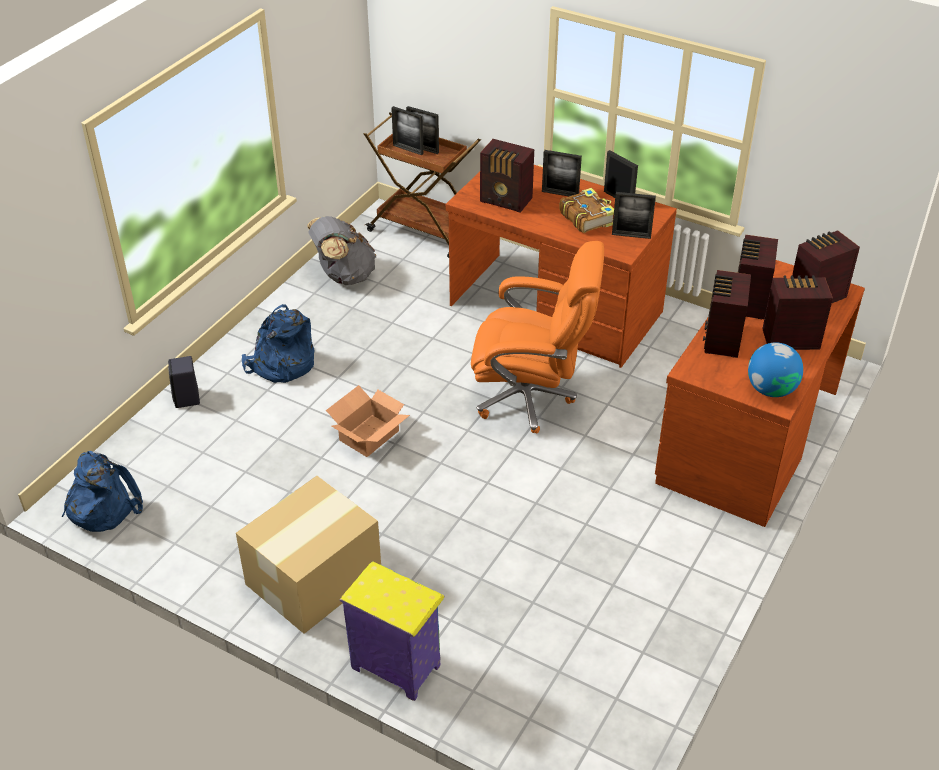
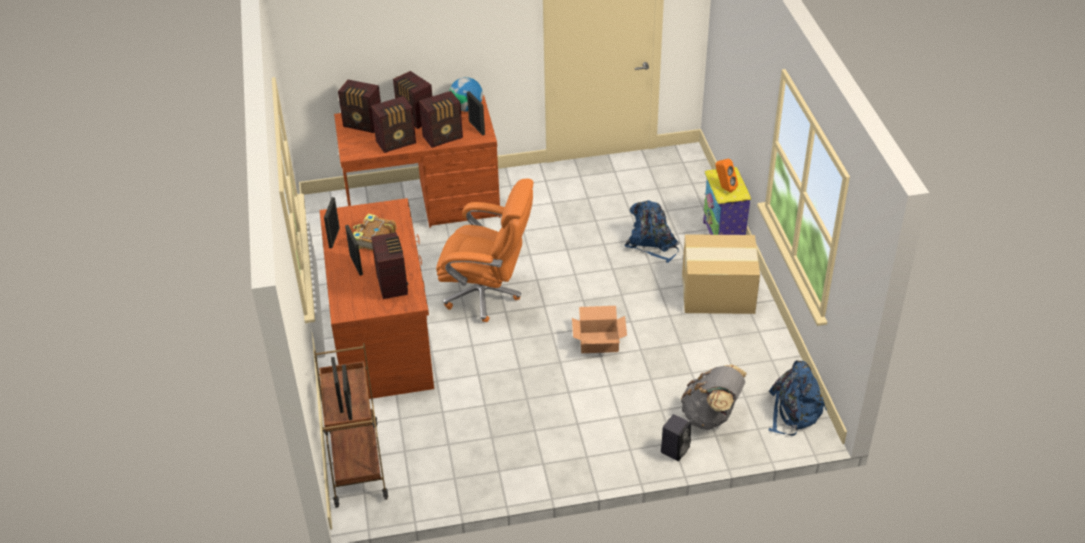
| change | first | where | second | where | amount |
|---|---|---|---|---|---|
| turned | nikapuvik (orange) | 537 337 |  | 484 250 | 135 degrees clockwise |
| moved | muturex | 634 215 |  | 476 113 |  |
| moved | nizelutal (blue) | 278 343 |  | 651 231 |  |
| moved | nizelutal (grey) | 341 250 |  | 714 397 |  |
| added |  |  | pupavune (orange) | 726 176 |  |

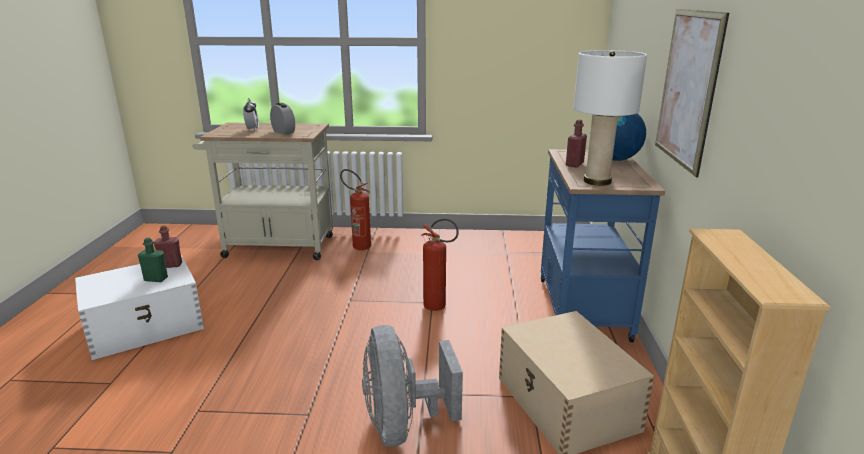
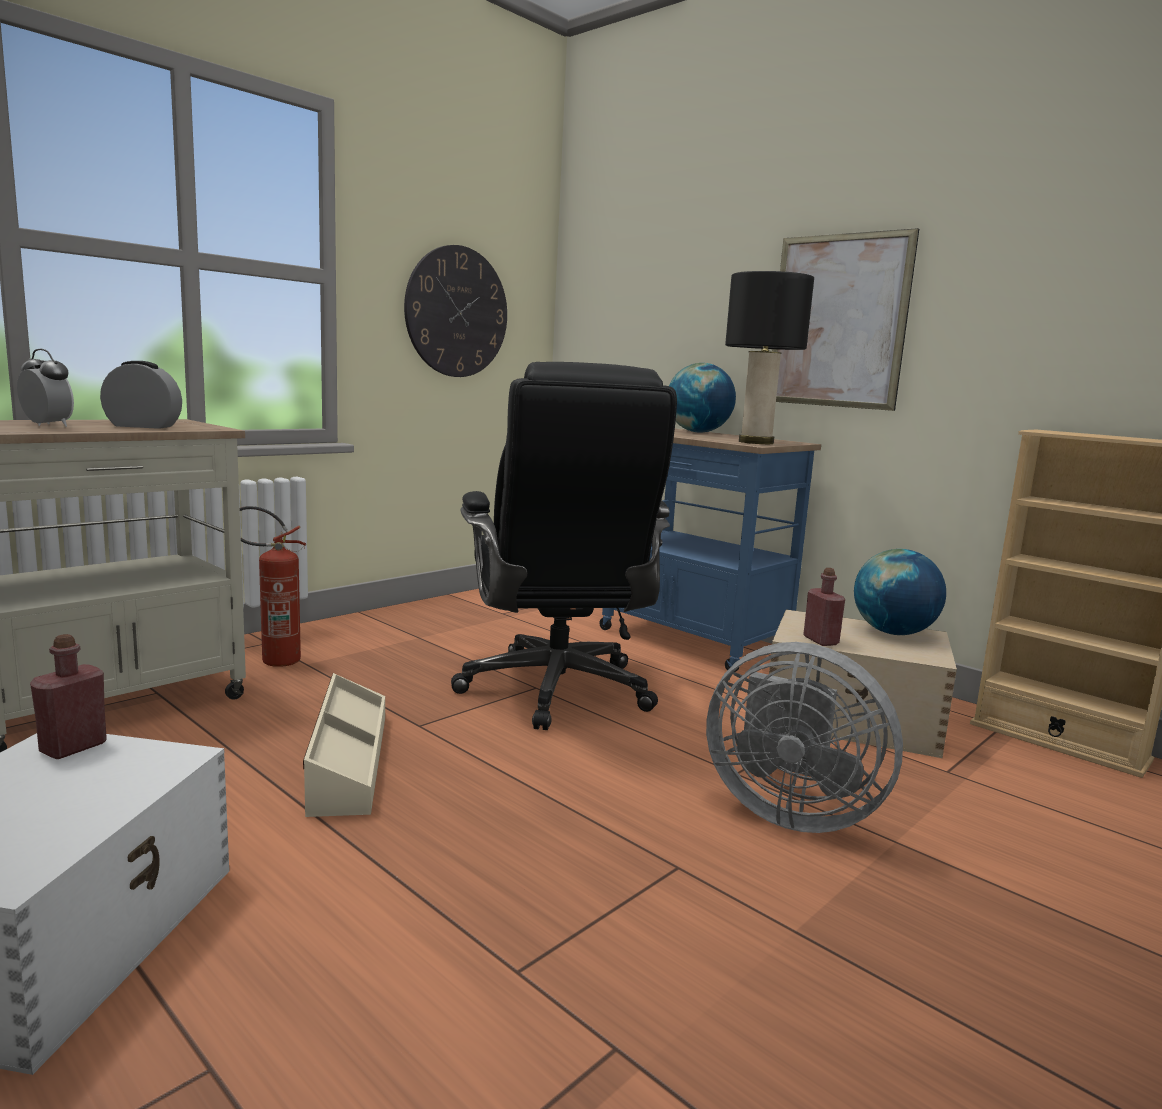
| change | first | where | second | where | amount |
|---|---|---|---|---|---|
| added |  |  | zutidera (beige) | 344 745 |  |
| added |  |  | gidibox | 455 311 |  |
| replaced | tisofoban | 440 264 | nikapuvik (black) | 564 546 |  |
| recoloured | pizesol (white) | 610 118 | pizesol (black) | 769 357 |  |
| moved | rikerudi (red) | 576 143 |  | 824 607 |  |
| added |  |  | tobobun | 900 592 |  |
| removed | rikerudi (green) | 153 260 |  |  |  |

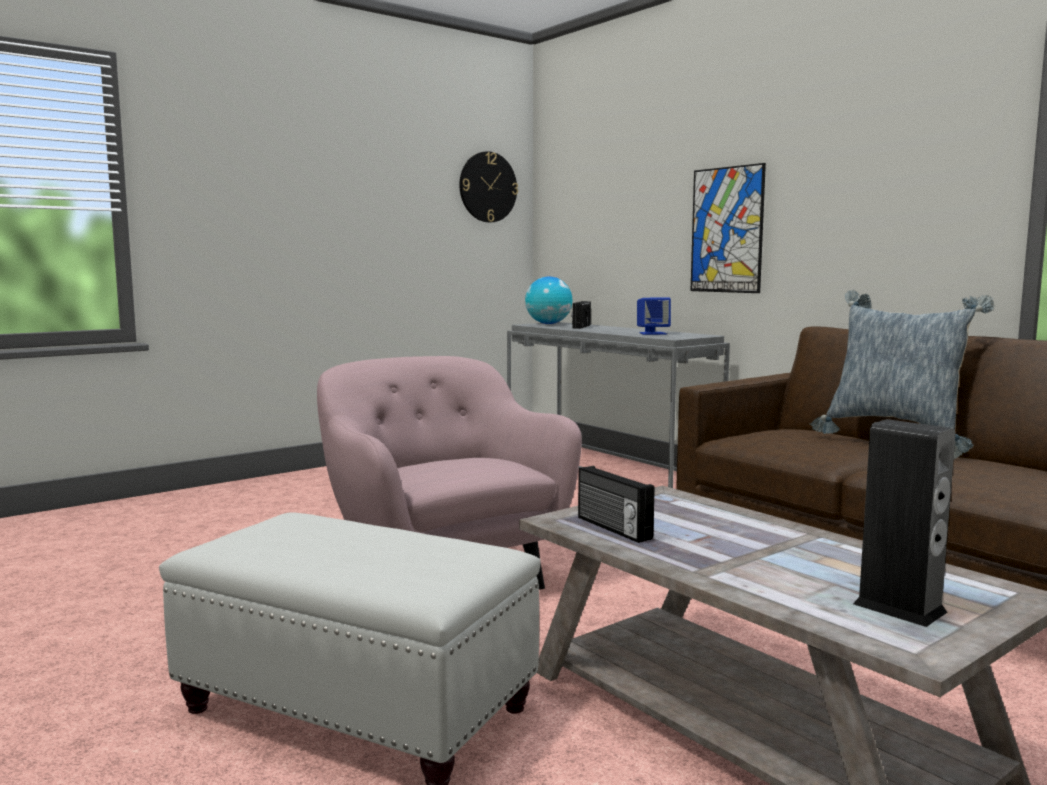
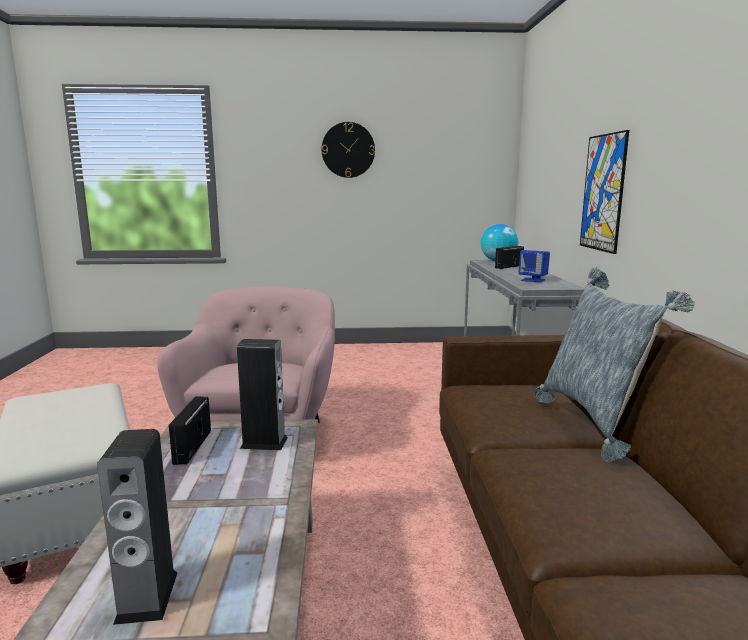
| change | first | where | second | where | amount |
|---|---|---|---|---|---|
| added |  |  | pupavune | 262 394 |  |
| moved | gidibox | 488 187 |  | 348 150 |  |

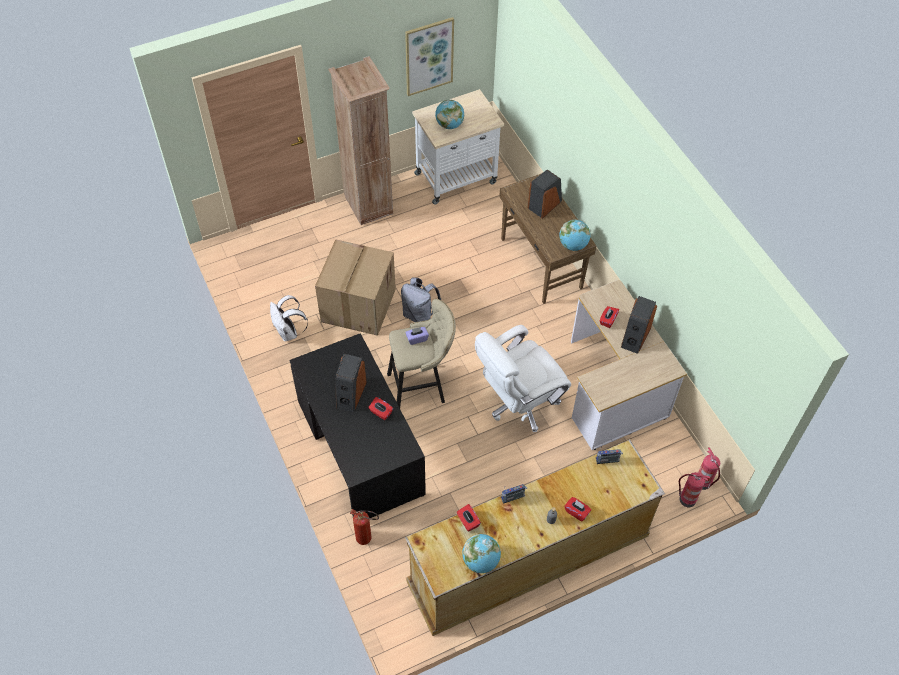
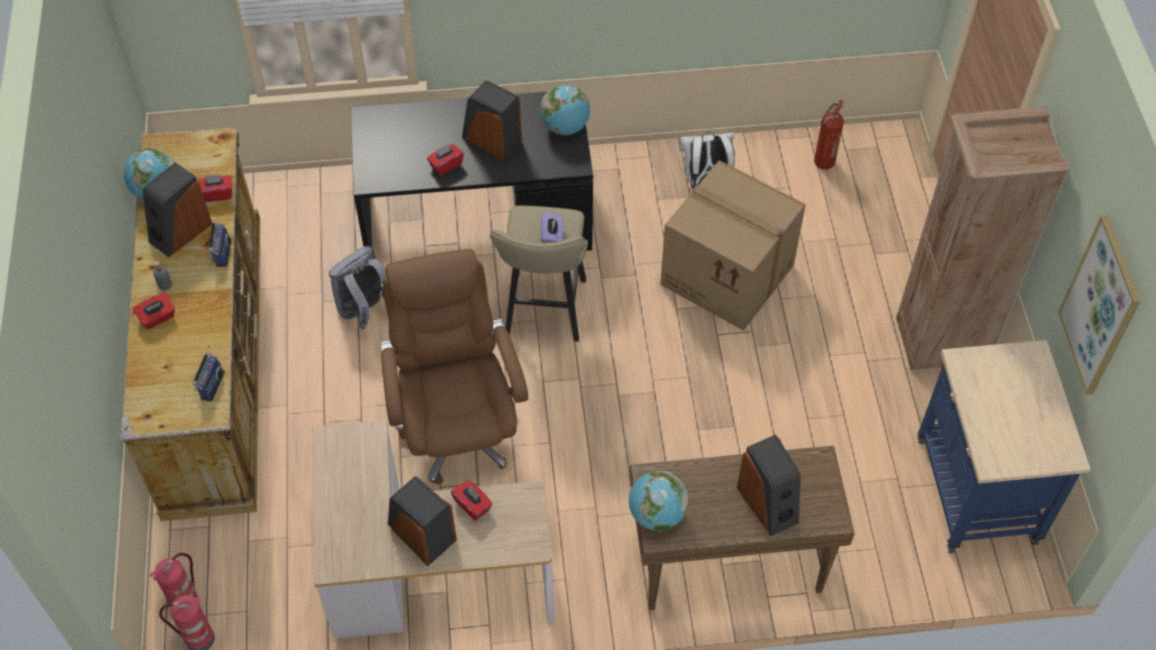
| change | first | where | second | where | amount |
|---|---|---|---|---|---|
| added |  |  | pupavune | 177 209 |  |
| moved | nizelutal (grey) | 421 300 |  | 357 288 |  |
| recoloured | nikapuvik (white) | 523 378 | nikapuvik (brown) | 454 366 |  |
| moved | tobobun | 449 114 |  | 565 110 |  |
| moved | tisofoban | 364 527 |  | 829 134 |  |
| recoloured | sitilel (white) | 458 147 | sitilel (blue) | 1004 446 |  |

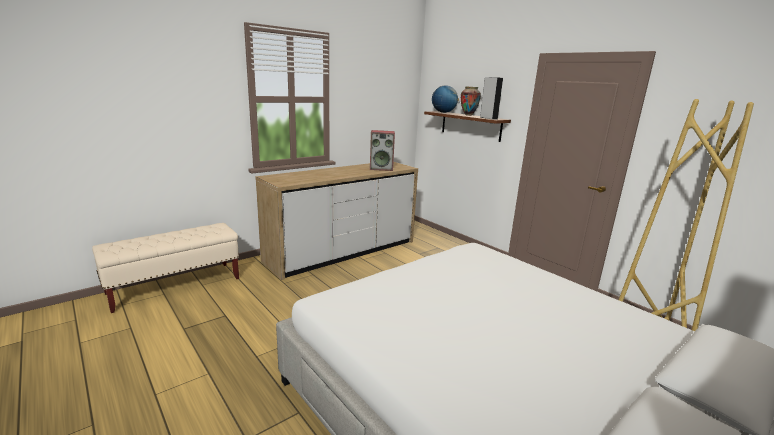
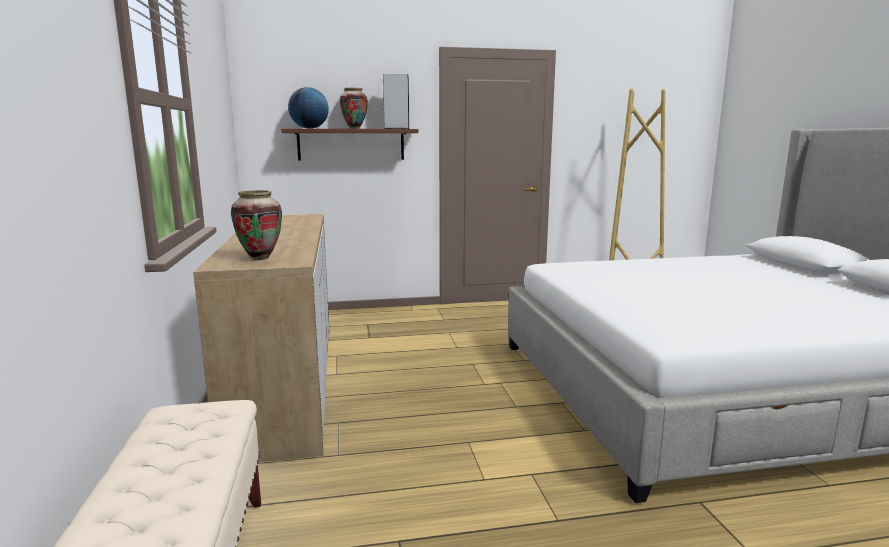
| change | first | where | second | where | amount |
|---|---|---|---|---|---|
| added |  |  | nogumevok | 256 225 |  |
| removed | pupavune | 382 150 |  |  |  |

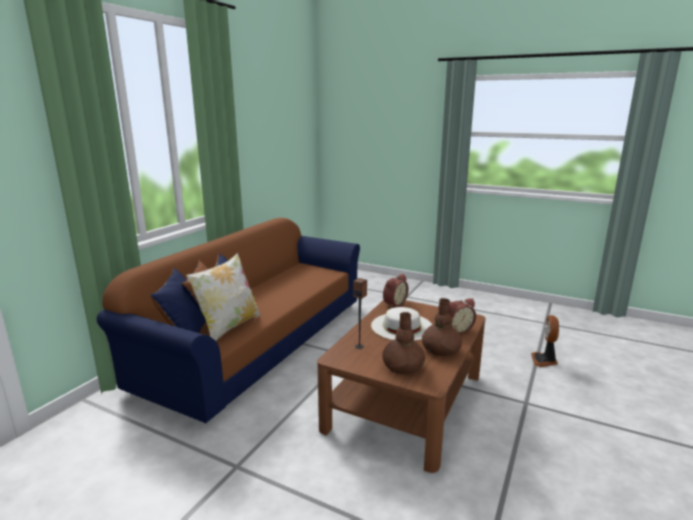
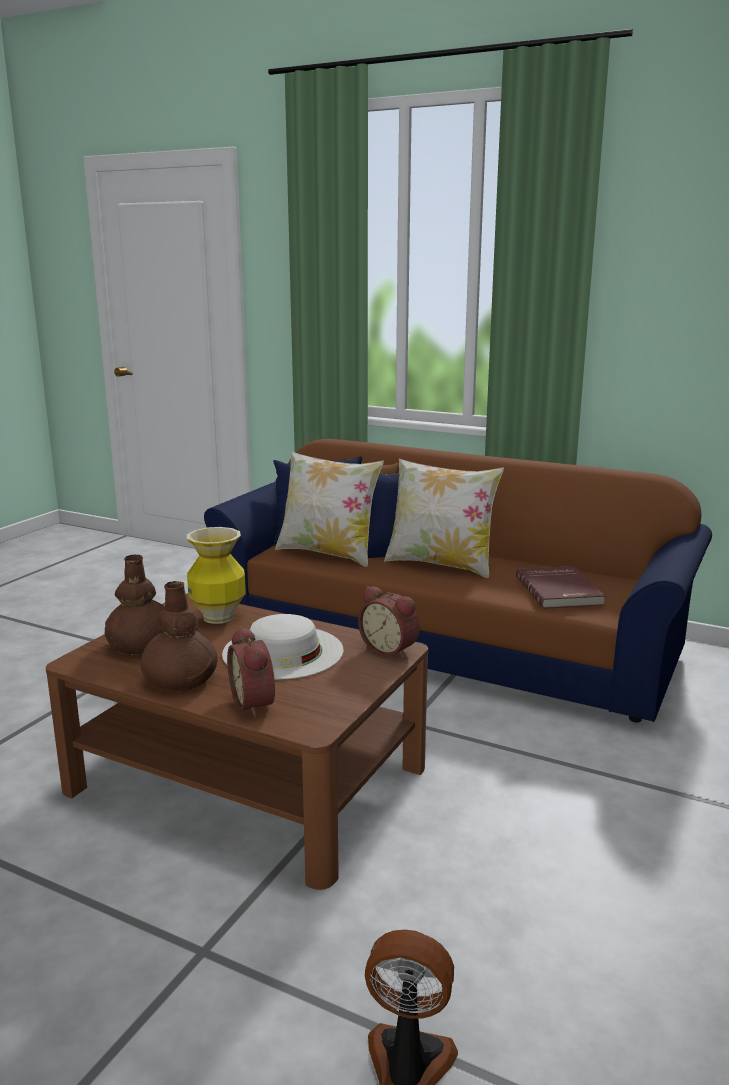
| change | first | where | second | where | amount |
|---|---|---|---|---|---|
| replaced | pupavune | 360 313 | nogumevok | 216 575 |  |
| added |  |  | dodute | 444 518 |  |
| added |  |  | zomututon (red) | 560 587 |  |

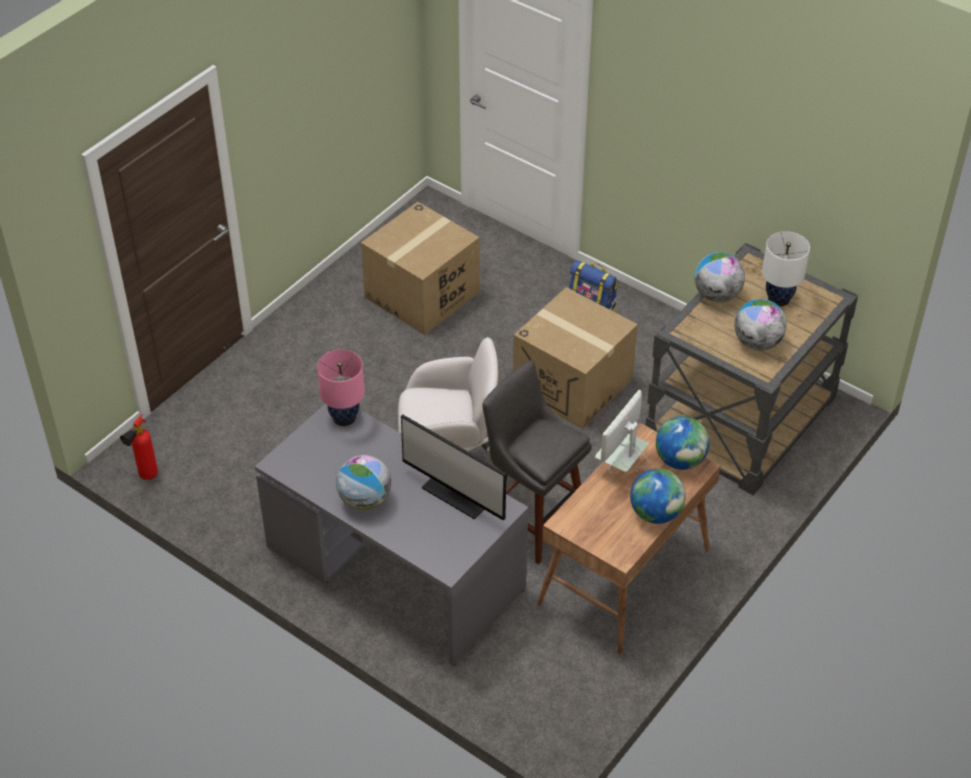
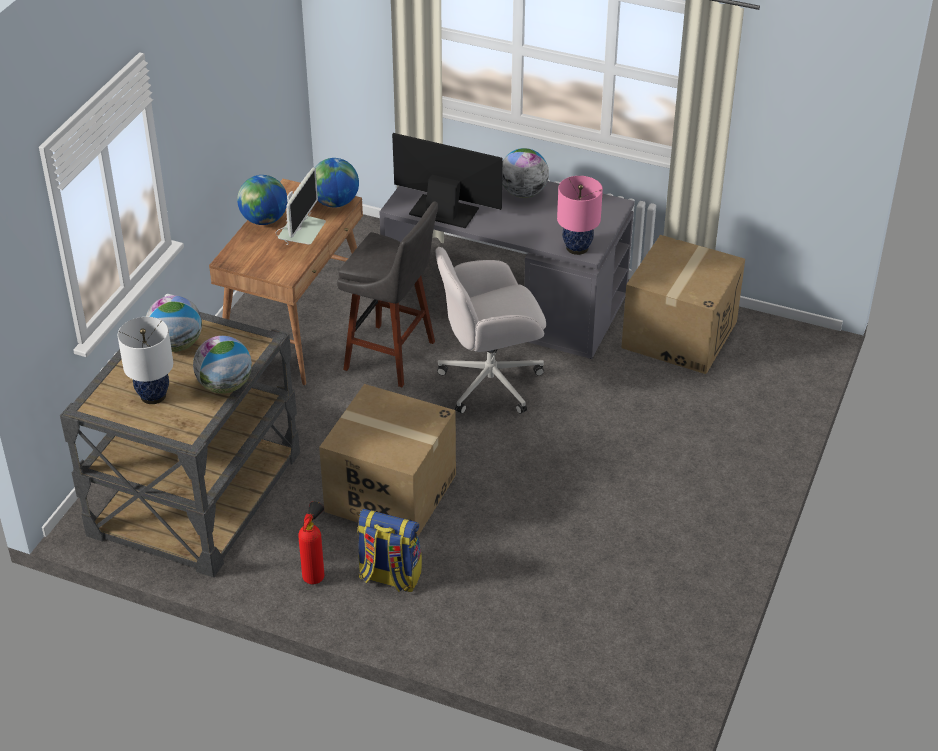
| change | first | where | second | where | amount |
|---|---|---|---|---|---|
| moved | tisofoban | 139 447 |  | 311 542 |  |
| moved | tobobun | 683 443 |  | 337 183 |  |
| moved | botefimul | 420 268 |  | 683 304 |  |

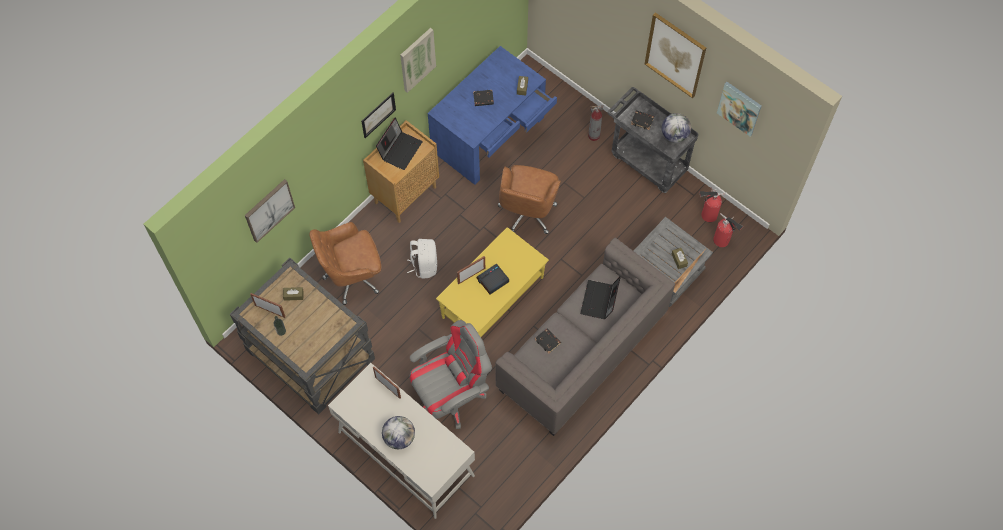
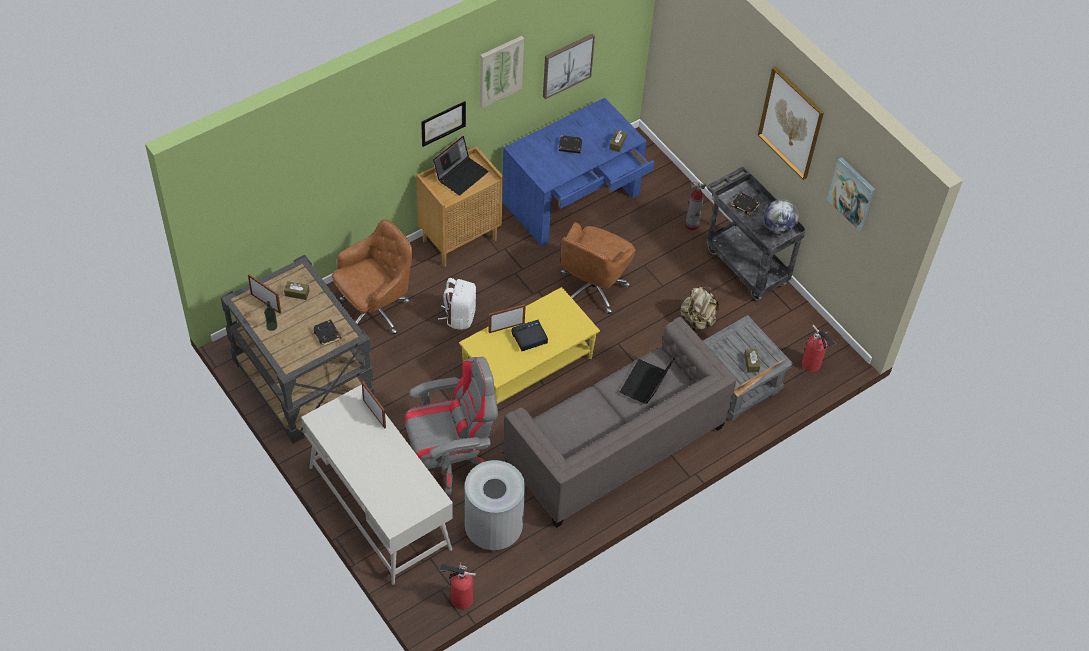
| change | first | where | second | where | amount |
|---|---|---|---|---|---|
| moved | zomututon (black) | 548 341 |  | 327 333 |  |
| turned | nikapuvik (brown) | 345 263 |  | 372 276 | 150 degrees clockwise |
| moved | tisofoban | 712 205 |  | 458 586 |  |
| added |  |  | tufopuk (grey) | 495 505 |  |
| moved | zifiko | 270 211 |  | 569 66 |  |
| added |  |  | nizelutal (beige) | 699 309 |  |
| removed | tobobun | 398 432 |  |  |  |

